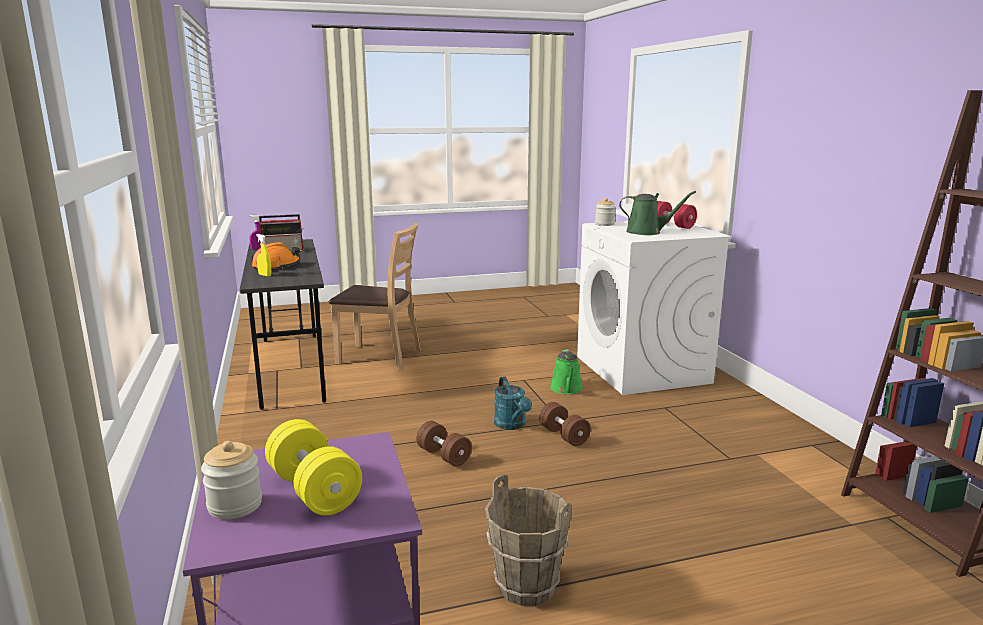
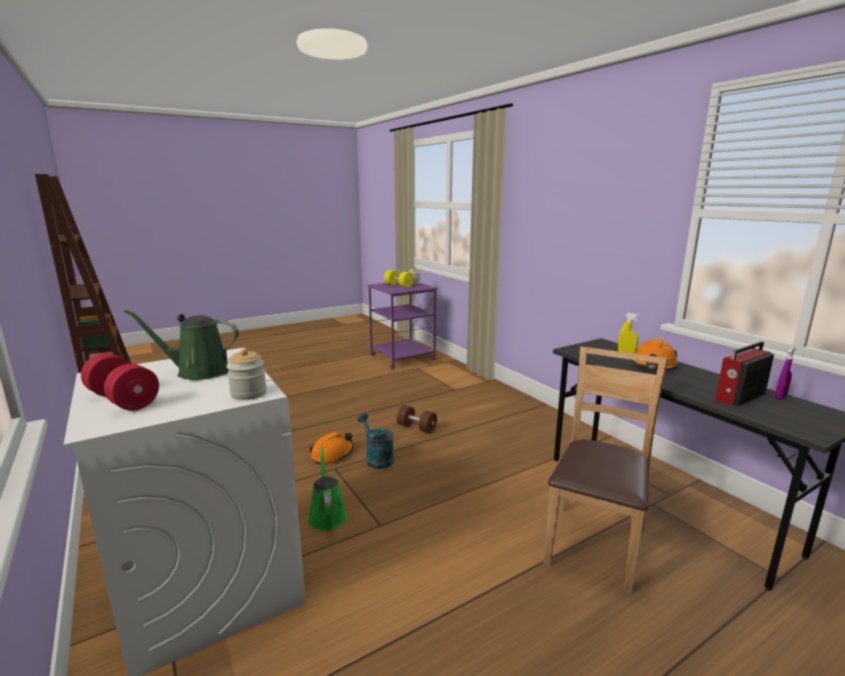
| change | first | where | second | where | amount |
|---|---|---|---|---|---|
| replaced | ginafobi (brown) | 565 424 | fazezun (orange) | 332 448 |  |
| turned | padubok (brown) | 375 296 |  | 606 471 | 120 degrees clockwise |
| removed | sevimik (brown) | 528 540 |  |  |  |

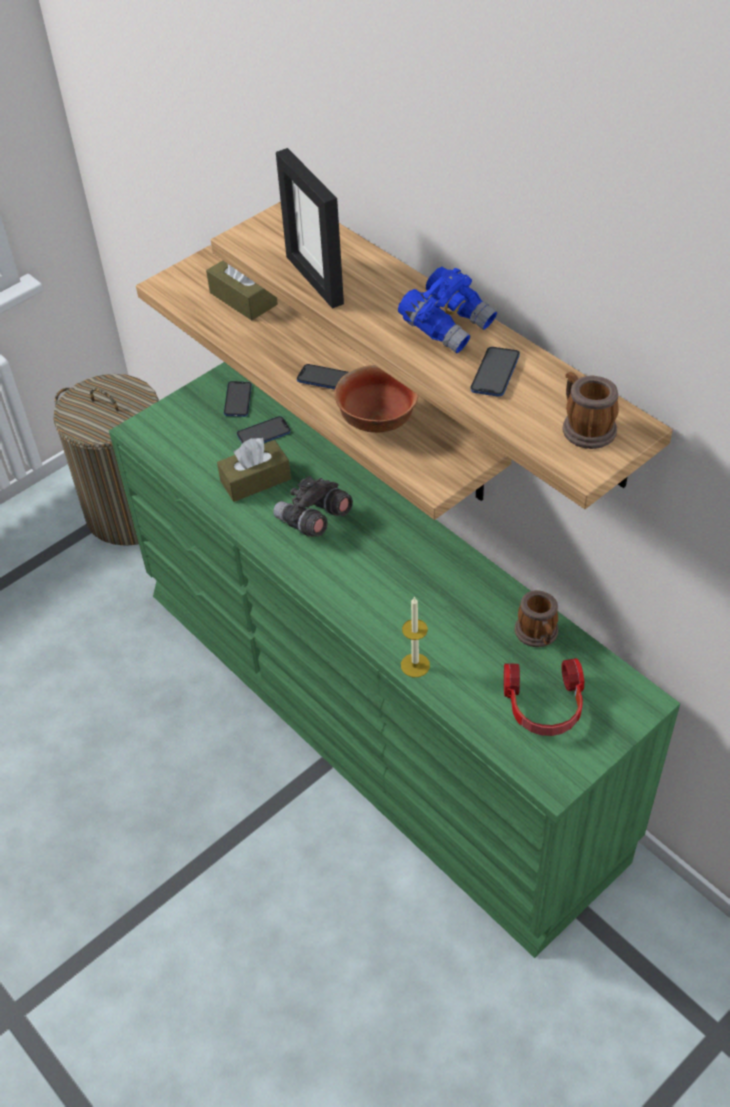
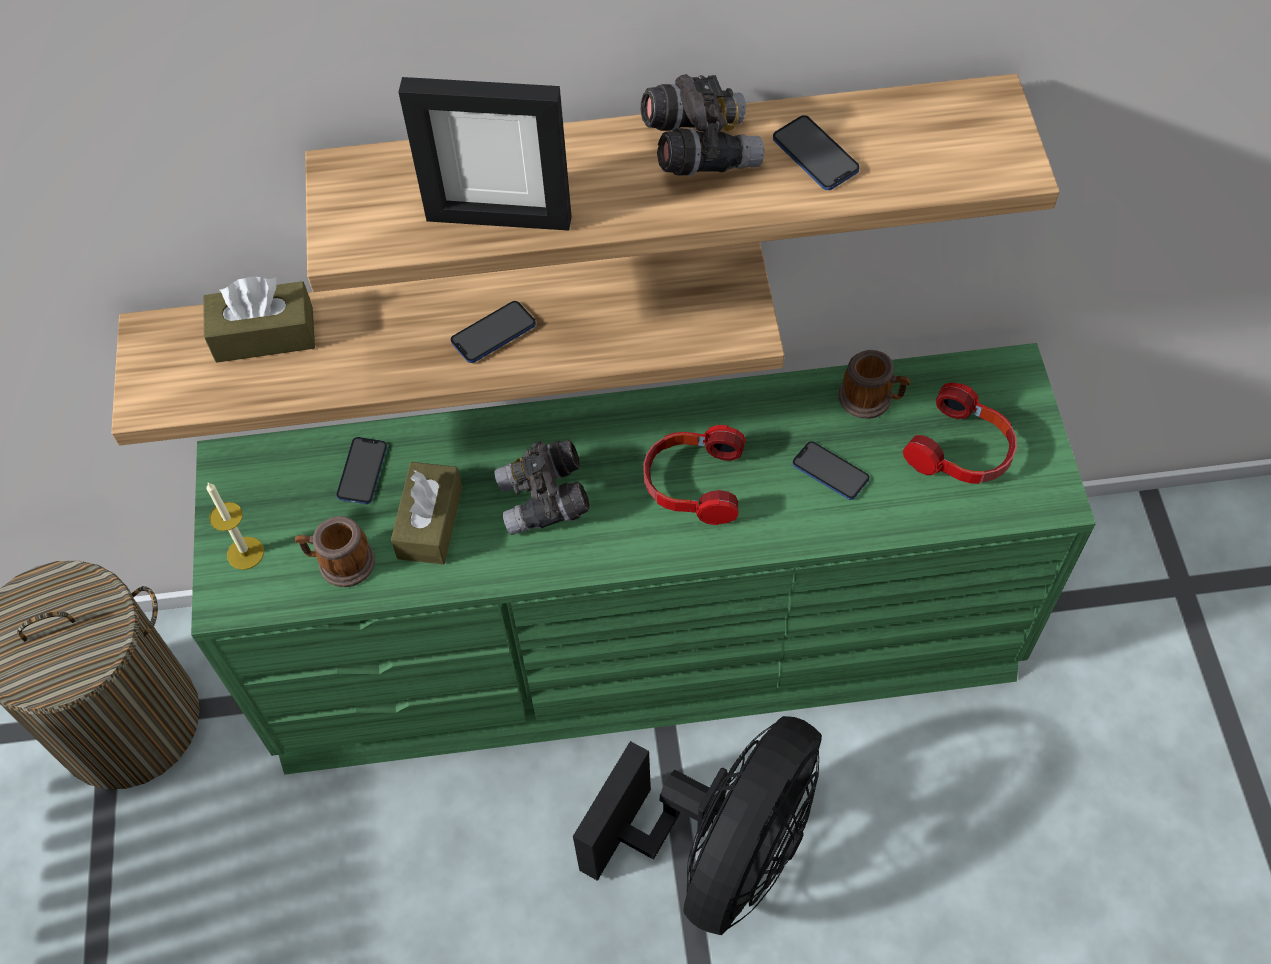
| change | first | where | second | where | amount |
|---|---|---|---|---|---|
| moved | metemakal | 415 636 |  | 235 526 |  |
| moved | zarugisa | 591 410 |  | 335 551 |  |
| added |  |  | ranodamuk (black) | 697 825 |  |
| recoloured | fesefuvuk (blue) | 447 310 | fesefuvuk (grey) | 702 124 |  |
| added |  |  | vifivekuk | 694 475 |  |
| moved | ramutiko | 238 399 |  | 831 470 |  |
| removed | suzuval | 376 399 |  |  |  |

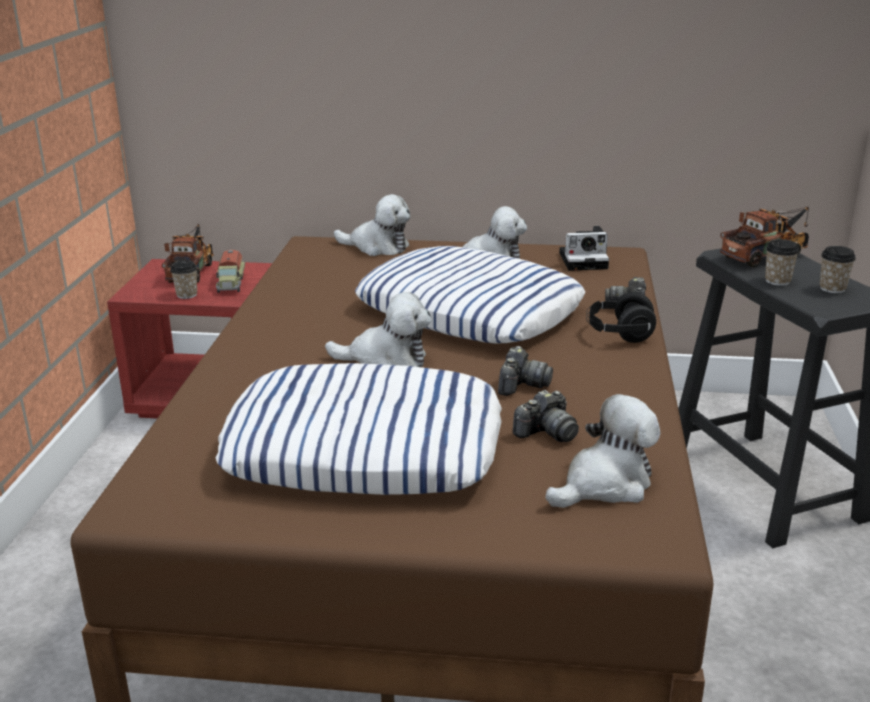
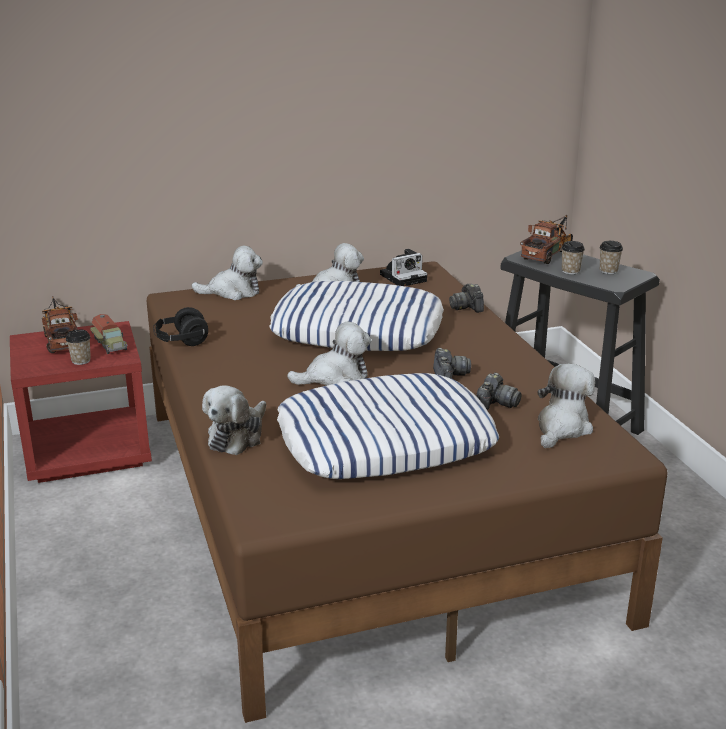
| change | first | where | second | where | amount |
|---|---|---|---|---|---|
| moved | vifivekuk (black) | 621 317 |  | 180 326 |  |
| added |  |  | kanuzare | 234 420 |  |

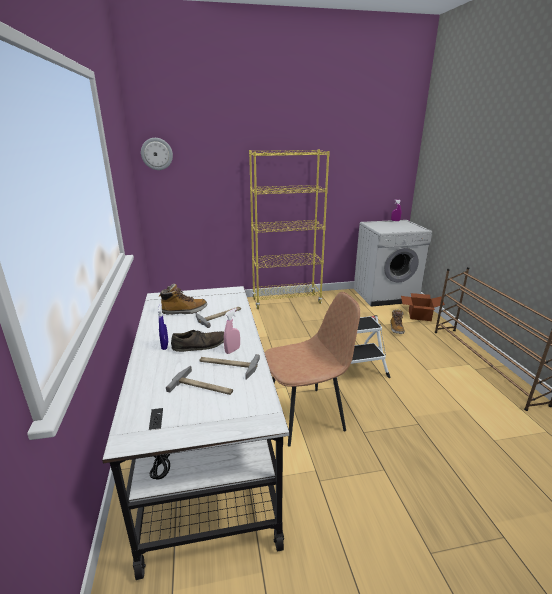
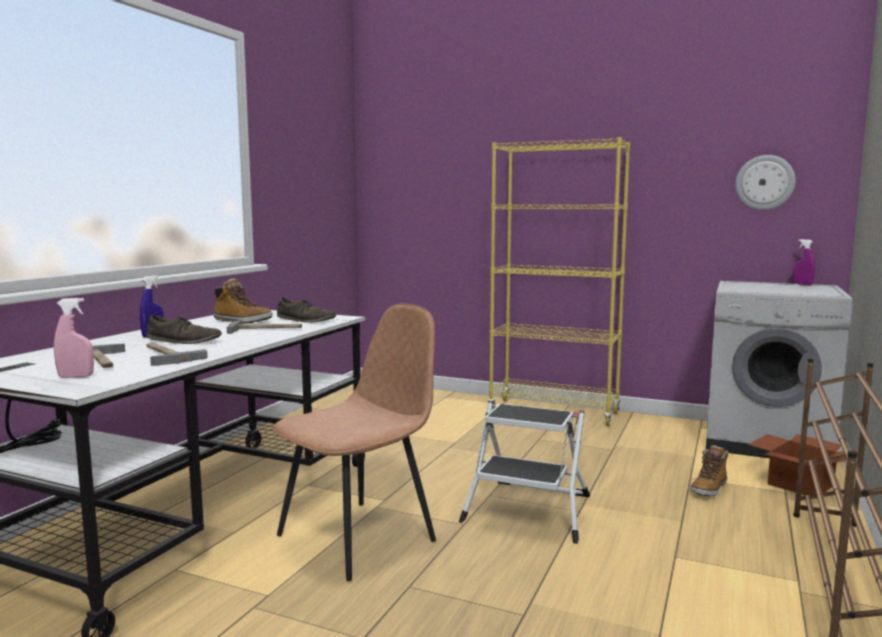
| change | first | where | second | where | amount |
|---|---|---|---|---|---|
| moved | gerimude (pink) | 232 331 |  | 74 338 |  |
| turned | padubok (brown) | 312 369 |  | 355 442 | 60 degrees counterclockwise |
| added |  |  | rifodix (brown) | 306 310 |  |
| moved | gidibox | 157 154 |  | 765 182 |  |

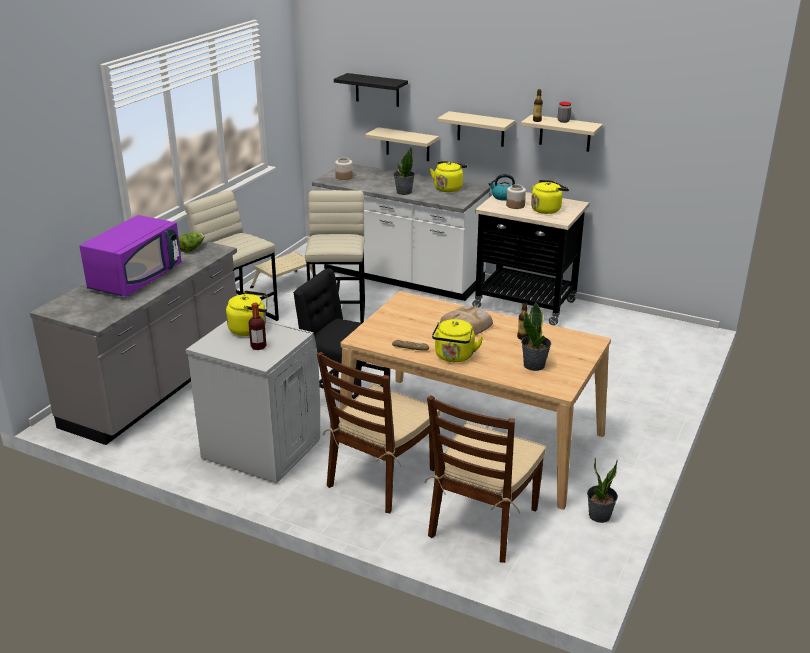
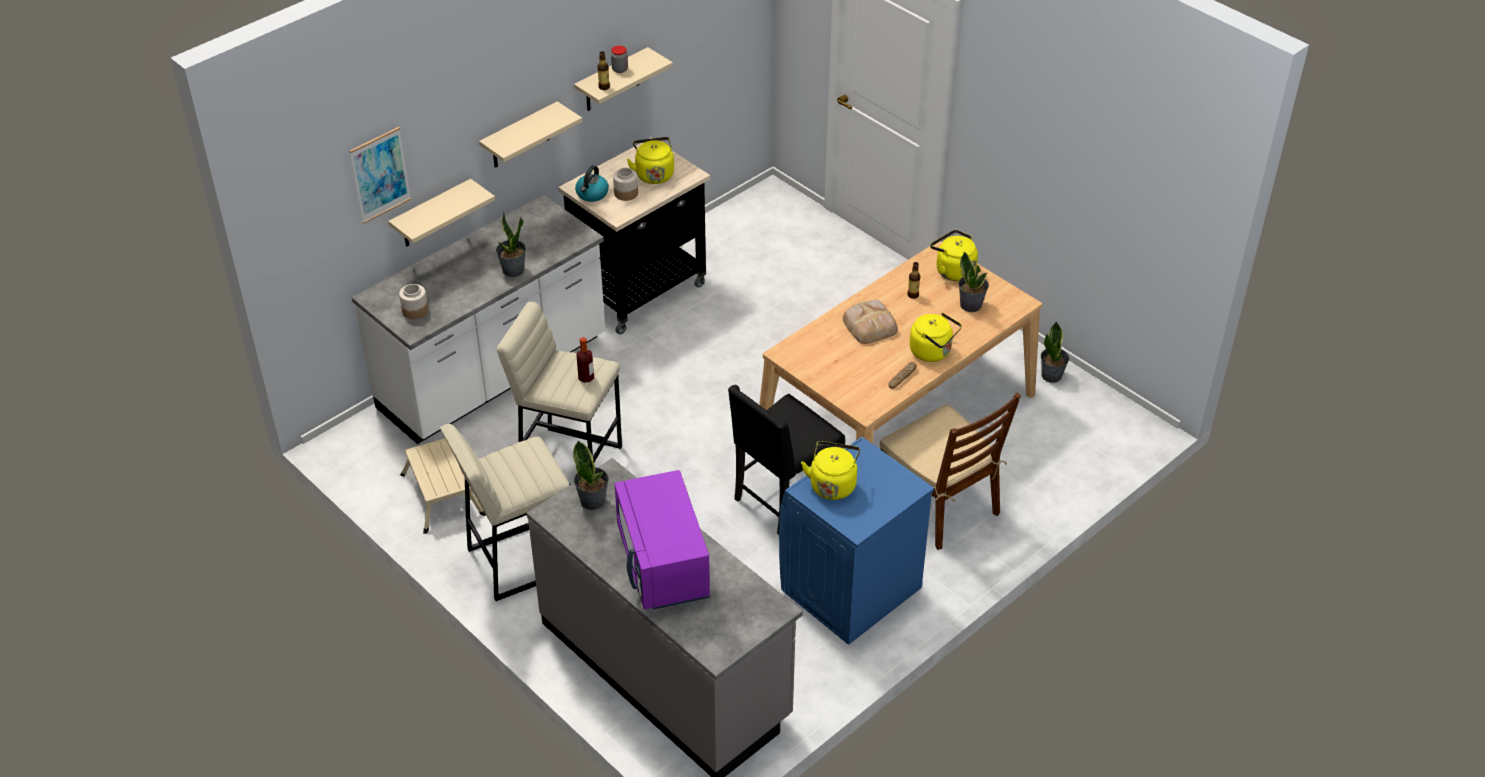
| change | first | where | second | where | amount |
|---|---|---|---|---|---|
| replaced | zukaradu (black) | 371 90 | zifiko | 380 175 |  |
| replaced | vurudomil | 191 243 | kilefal | 591 475 |  |
| moved | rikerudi | 257 326 |  | 585 360 |  |
| turned | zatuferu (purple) | 131 256 |  | 662 540 | 150 degrees counterclockwise |
| recoloured | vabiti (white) | 253 402 | vabiti (blue) | 856 541 |  |
| moved | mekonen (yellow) | 448 176 |  | 954 255 |  |
| removed | padubok (brown) | 485 479 |  |  |  |

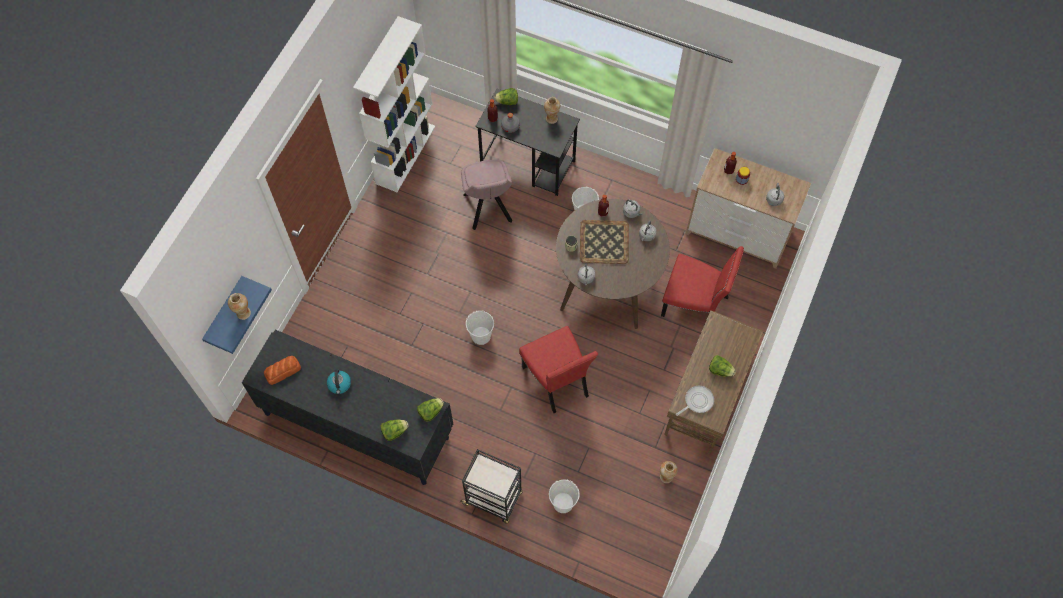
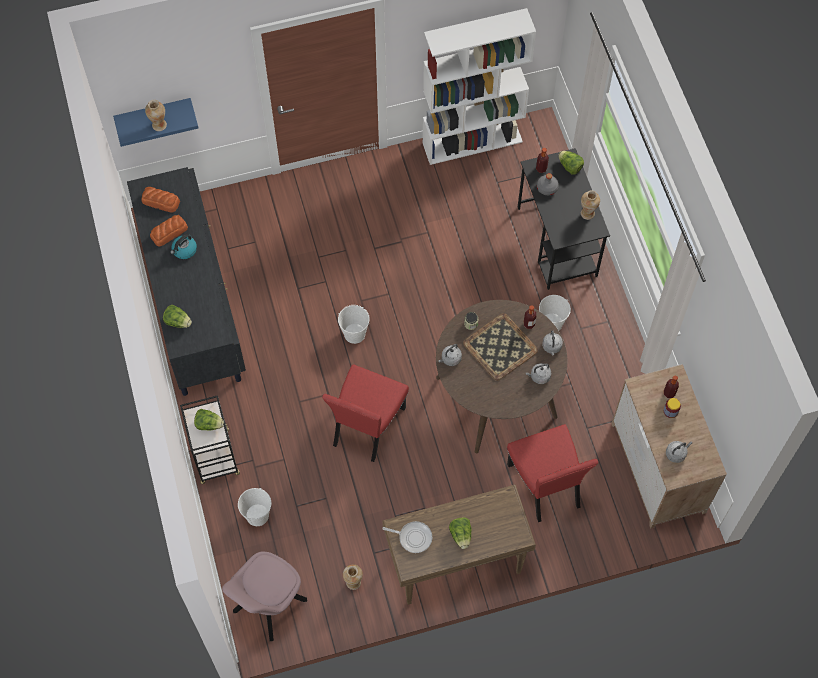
| change | first | where | second | where | amount |
|---|---|---|---|---|---|
| added |  |  | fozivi | 169 230 |  |
| moved | vurudomil | 430 410 |  | 209 419 |  |
| moved | padubok (pink) | 487 194 |  | 264 596 |  |

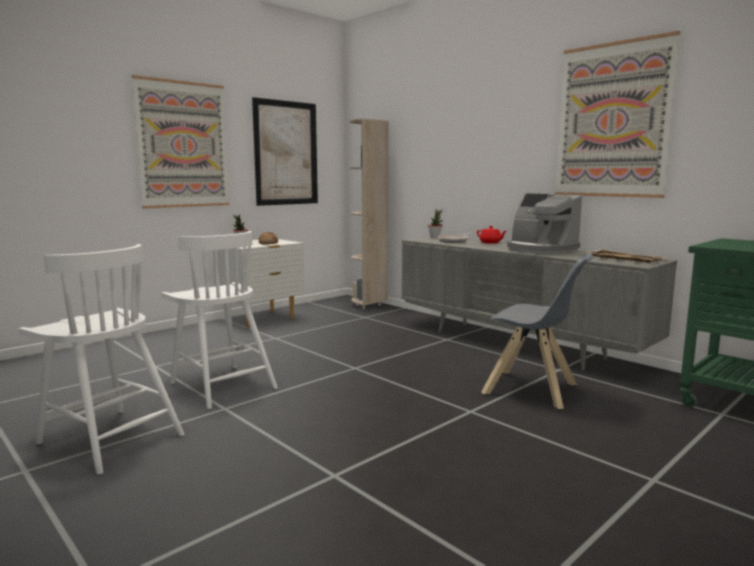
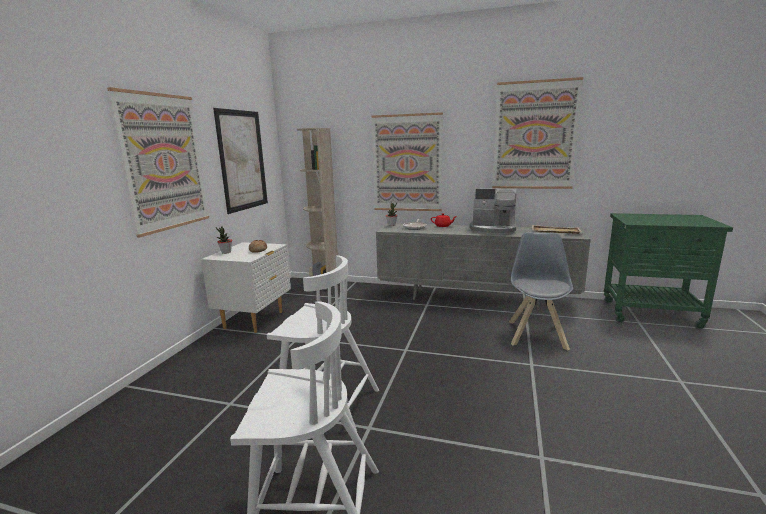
| change | first | where | second | where | amount |
|---|---|---|---|---|---|
| added |  |  | zifiko | 407 161 |  |
| turned | padubok (grey) | 537 331 |  | 541 291 | 75 degrees counterclockwise |

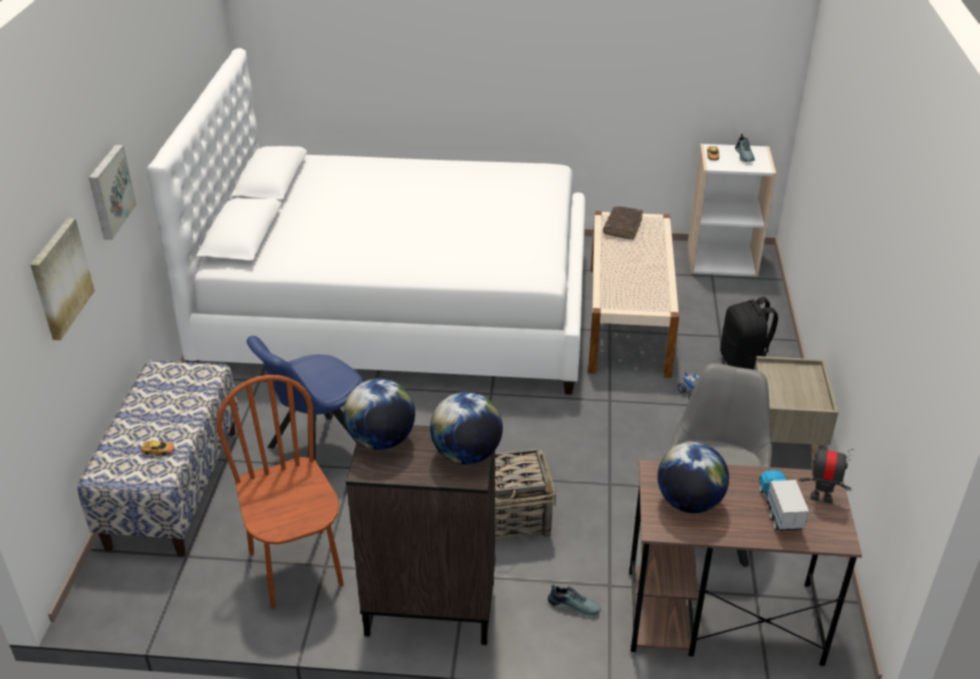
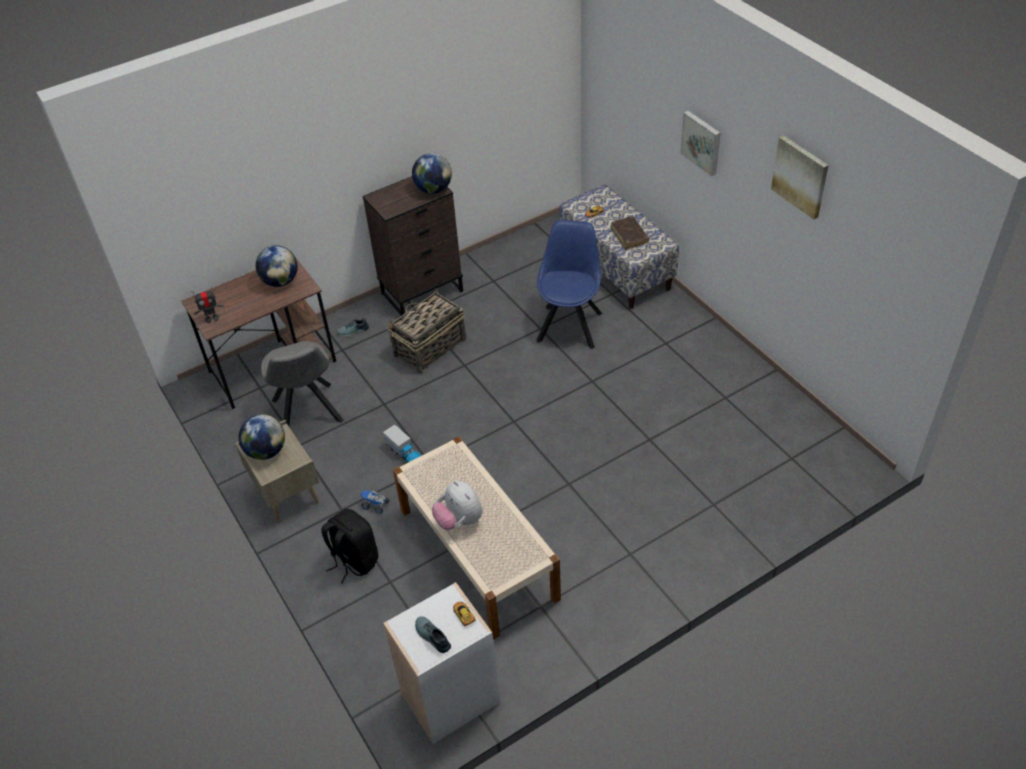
| change | first | where | second | where | amount |
|---|---|---|---|---|---|
| moved | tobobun | 466 428 |  | 261 437 |  |
| moved | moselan | 784 500 |  | 402 443 |  |
| added |  |  | kanuzare | 457 505 |  |
| moved | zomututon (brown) | 623 222 |  | 630 233 |  |
| moved | zifiko | 62 279 |  | 800 177 |  |
| removed | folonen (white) | 366 221 |  |  |  |
| removed | padubok (brown) | 280 492 |  |  |  |

